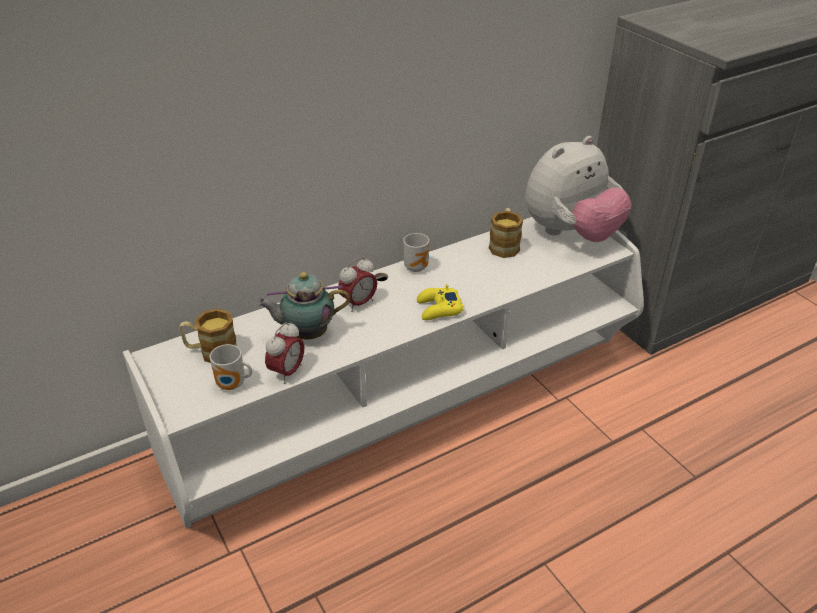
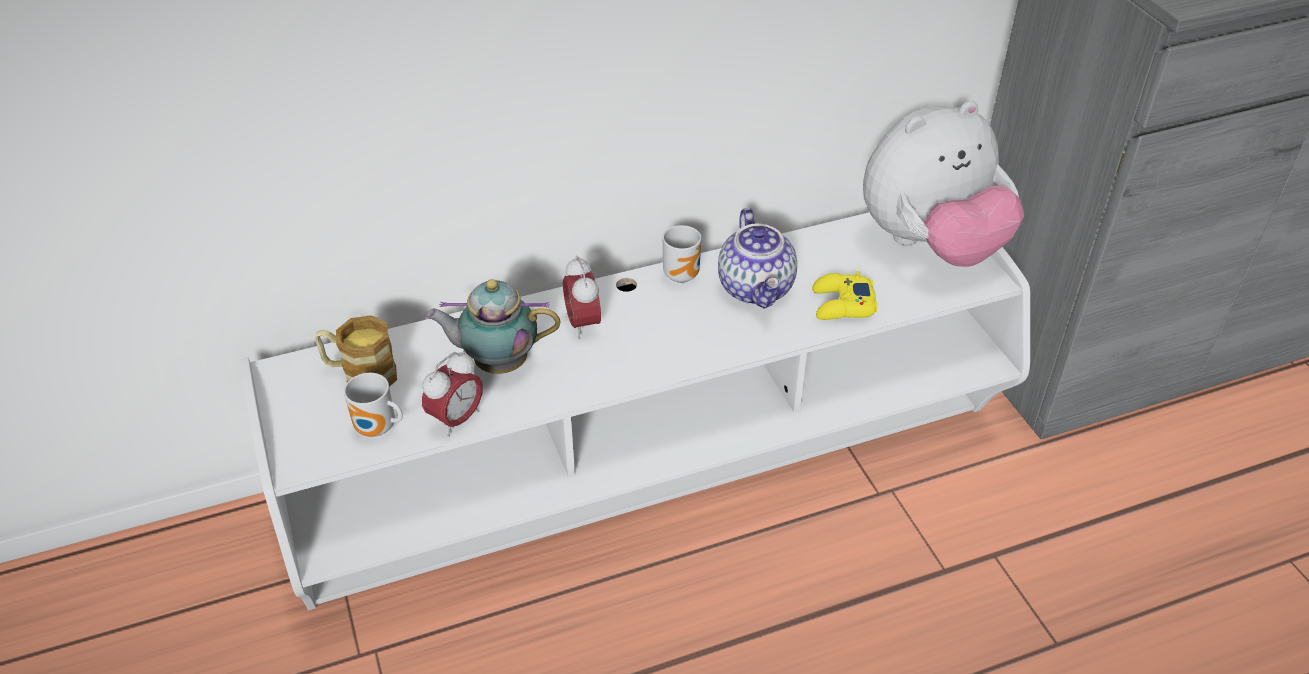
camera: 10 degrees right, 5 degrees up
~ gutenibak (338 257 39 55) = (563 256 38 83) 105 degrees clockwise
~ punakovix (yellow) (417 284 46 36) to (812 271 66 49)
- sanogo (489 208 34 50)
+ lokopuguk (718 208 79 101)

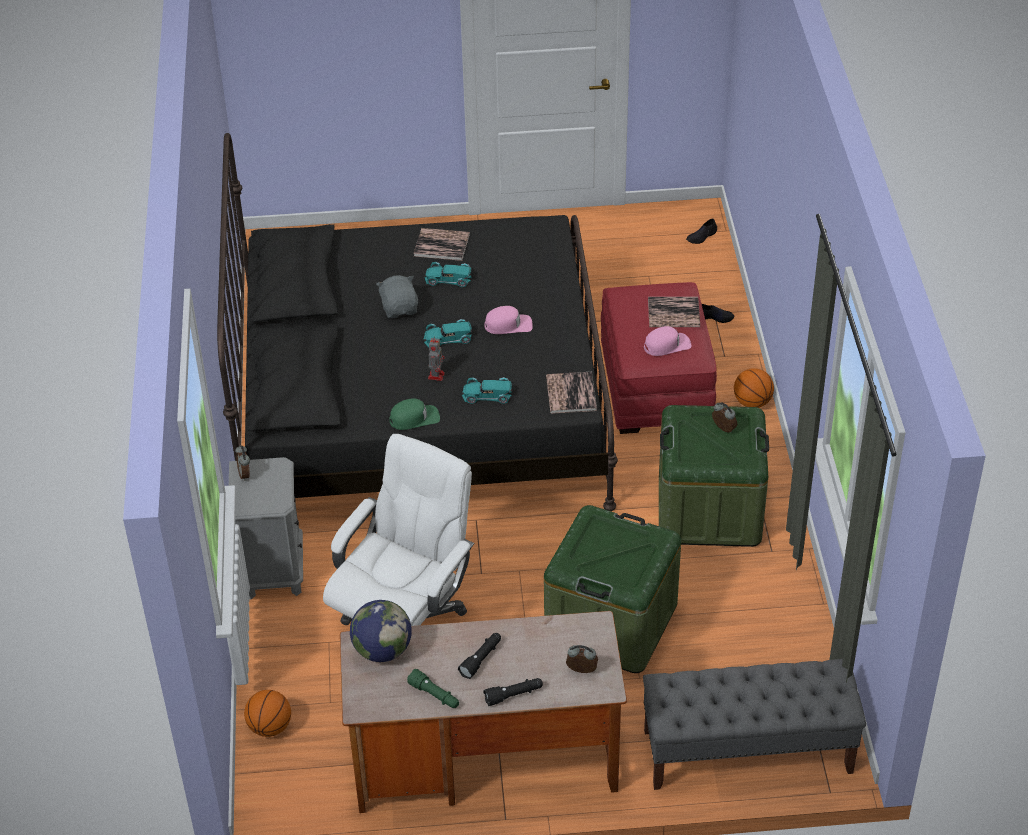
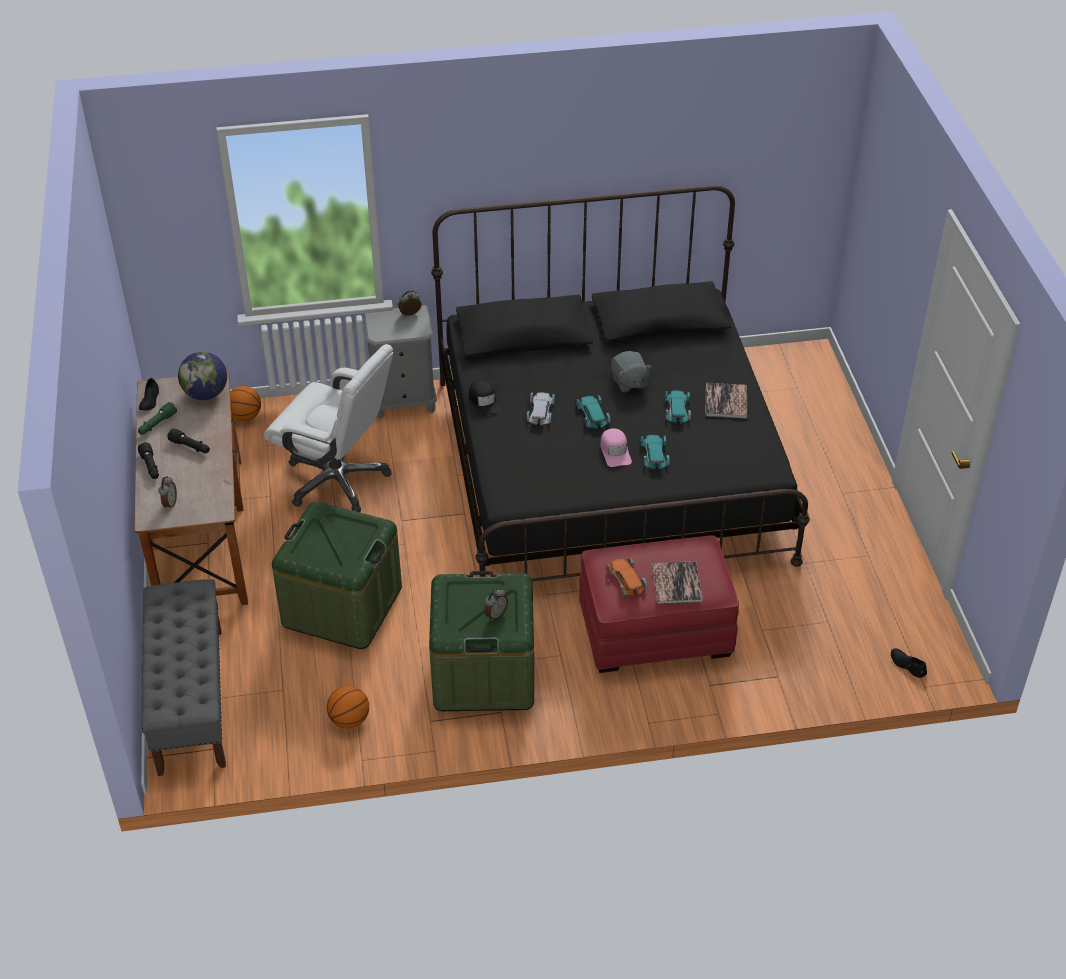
camera: 85 degrees right, 0 degrees up
~ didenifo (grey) (376 275 42 44) = (611 351 41 42) 90 degrees clockwise
~ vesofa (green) (389 398 51 32) to vesofa (black) (469 380 33 37)
~ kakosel (428 336 17 45) to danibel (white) (527 392 28 34)
~ danibel (turquoise) (462 377 50 27) to (641 435 28 35)
- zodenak (546 372 51 42)
~ vesofa (pink) (644 326 47 30) to danibel (orange) (606 557 42 40)
~ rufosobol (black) (702 304 32 19) to (139 378 20 32)
~ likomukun (734 368 40 40) to (327 686 42 43)

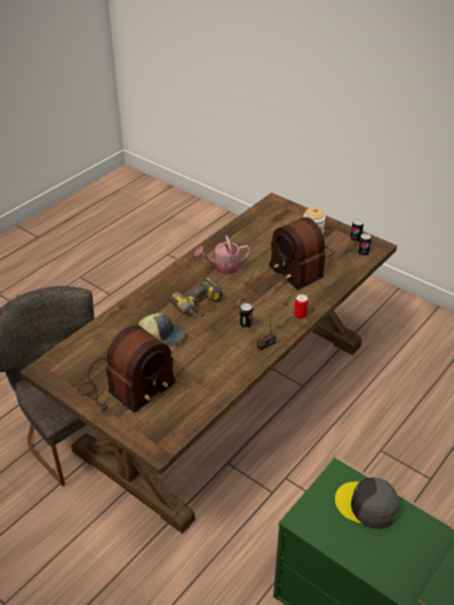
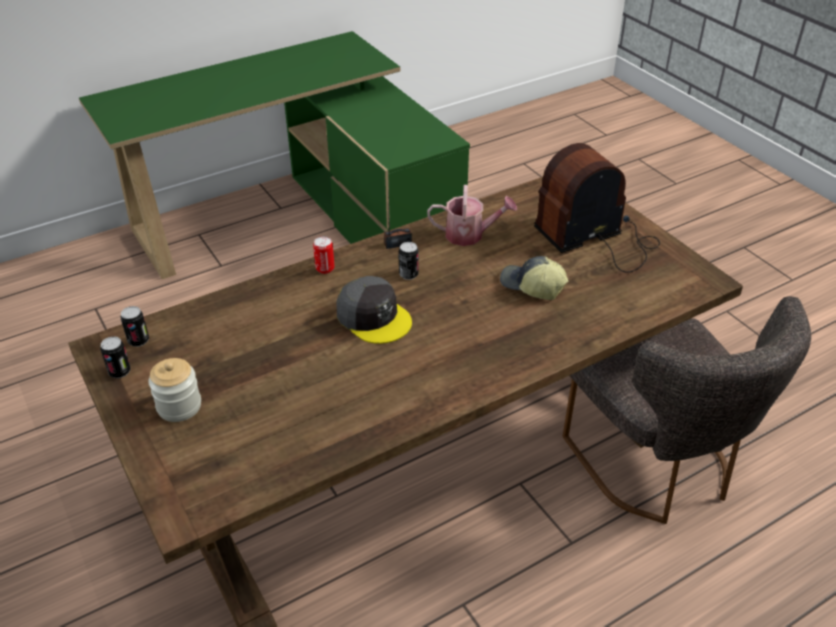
camera: 160 degrees left, 0 degrees up
- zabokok (170 277 52 40)
~ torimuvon (194 236 57 38) to (427 185 90 61)
- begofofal (269 217 64 72)
~ vesofa (grey) (335 477 65 52) to (337 276 75 68)

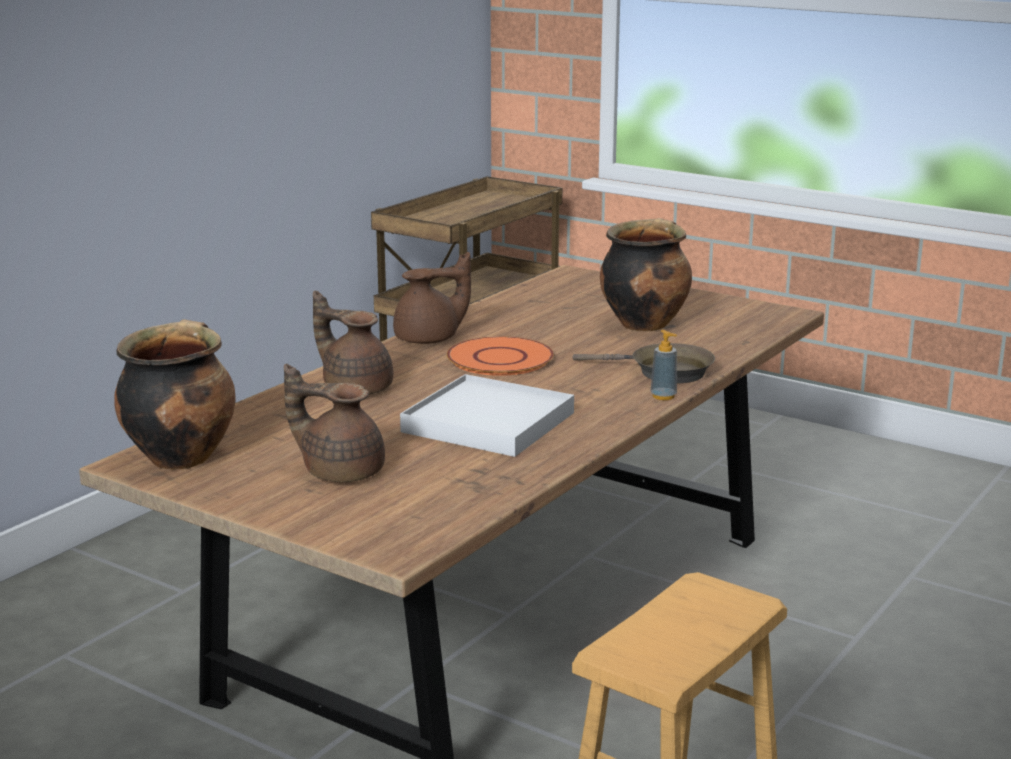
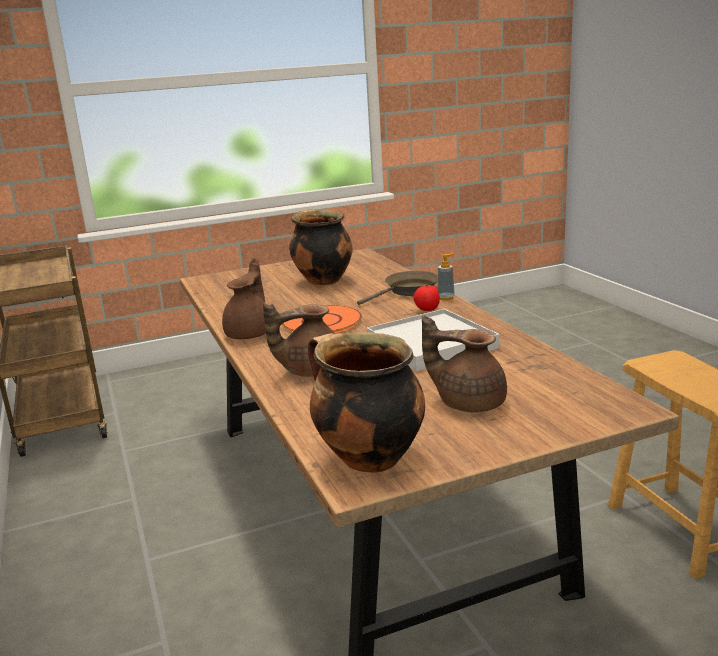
camera: 55 degrees left, 0 degrees up
~ lokopuguk (brown) (284 364 101 118) = (422 315 85 98) 60 degrees clockwise
+ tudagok (413 285 27 26)

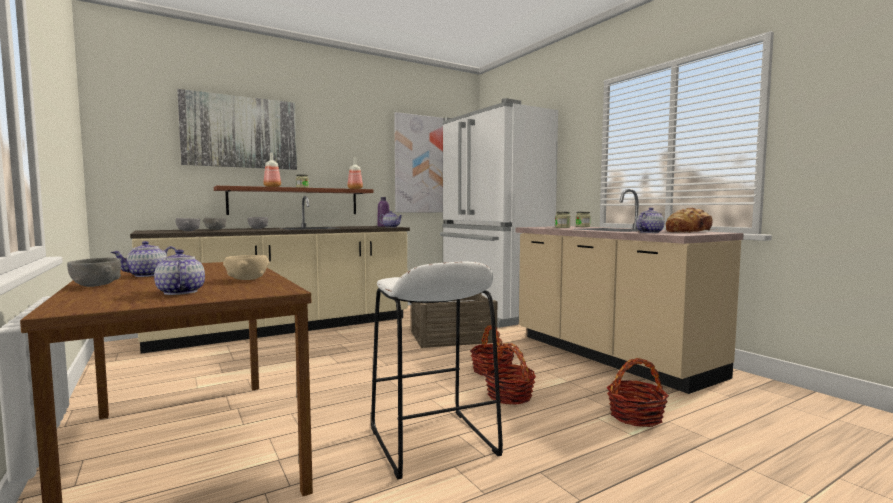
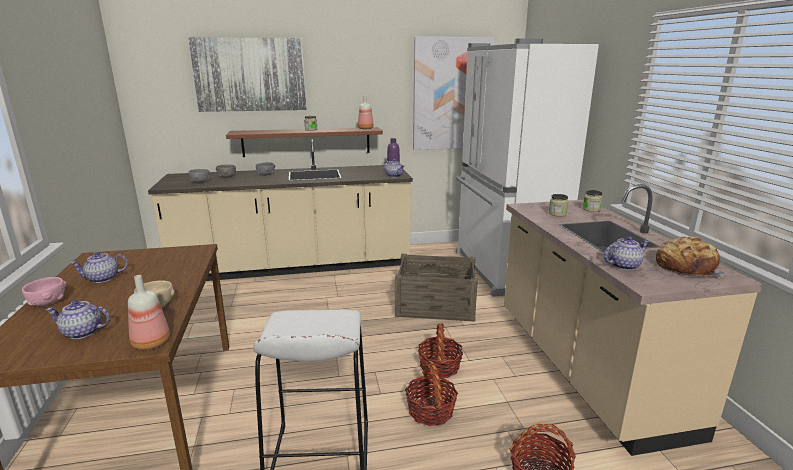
camera: 20 degrees right, 15 degrees up
~ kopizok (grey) (67 258 54 29) to kopizok (pink) (22 277 44 29)
~ lokopuguk (154 249 51 46) = (46 300 64 39) 75 degrees counterclockwise
~ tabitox (264 153 17 34) to (128 275 42 75)

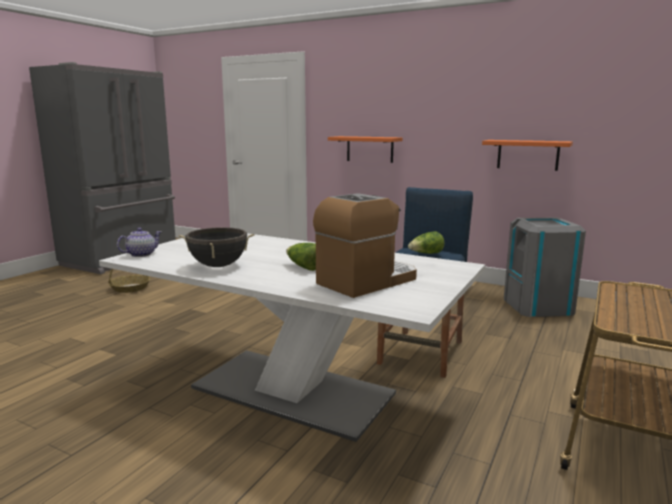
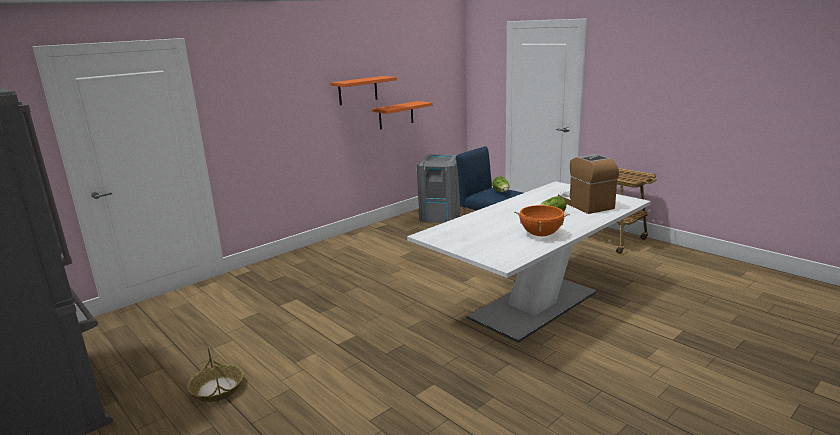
camera: 70 degrees left, 5 degrees up
- lokopuguk (117 228 44 29)
~ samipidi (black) (178 227 77 40) to samipidi (orange) (514 205 56 31)
~ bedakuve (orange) (328 136 74 27) to (331 76 66 29)

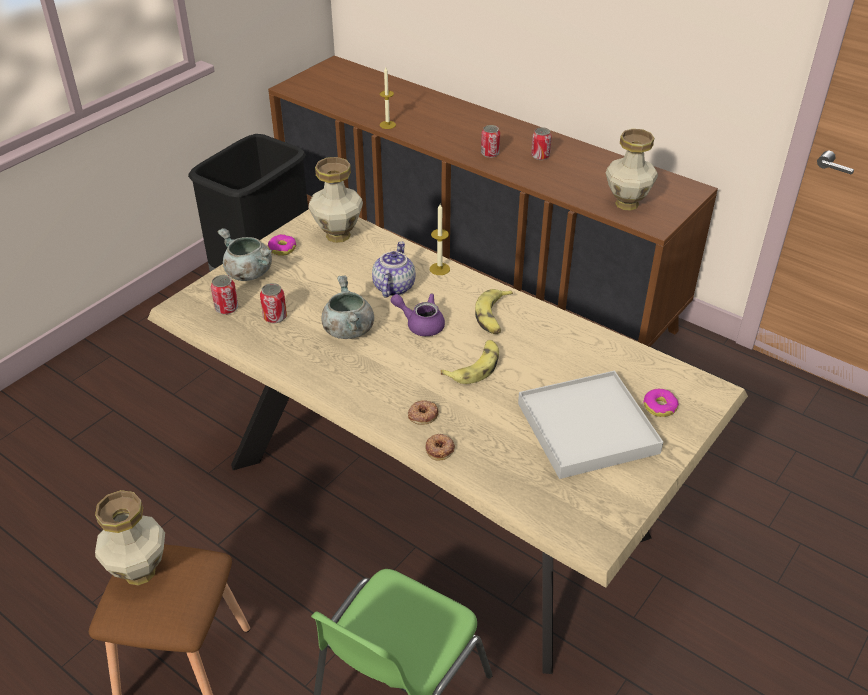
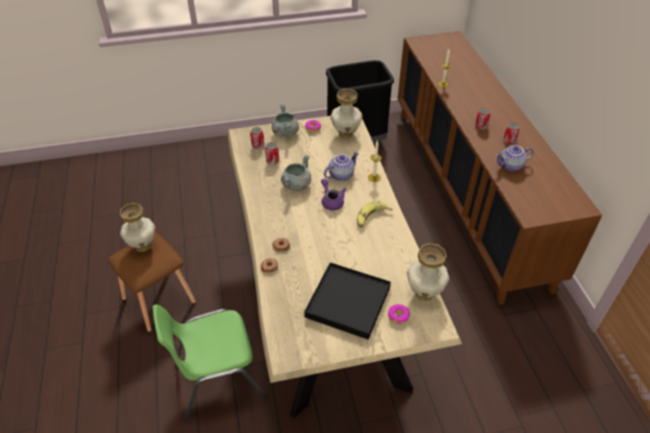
camera: 40 degrees right, 5 degrees up
- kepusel (441 340 58 44)
~ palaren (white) (518 371 145 108) to palaren (black) (304 262 87 78)
~ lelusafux (606 129 52 82) to (407 243 42 58)
+ lokopuguk (495 145 39 26)

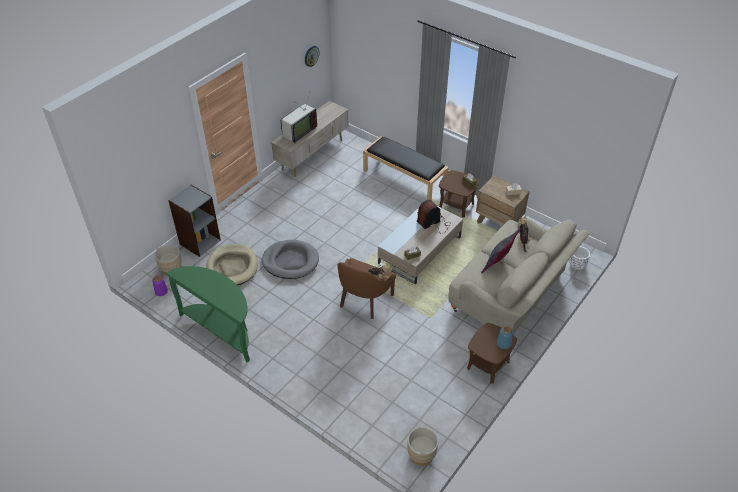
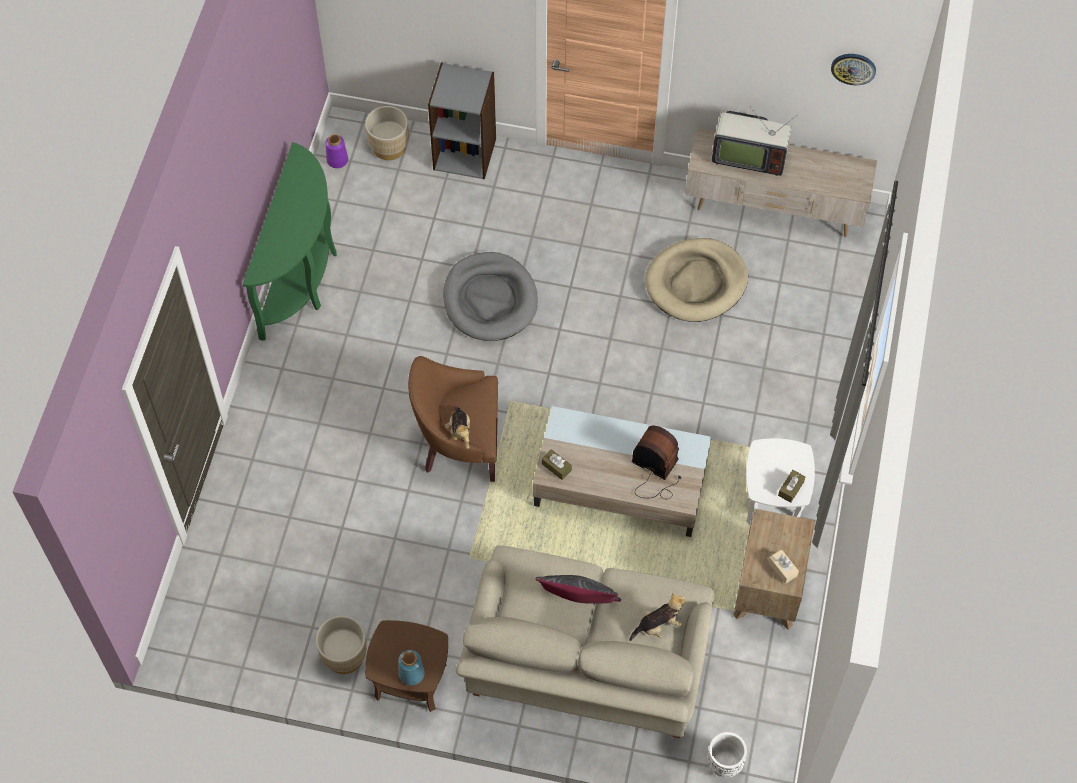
camera: 65 degrees right, 15 degrees up
~ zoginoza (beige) (206 244 52 41) to (645 238 103 84)
- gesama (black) (363 136 86 64)
~ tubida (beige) (408 427 30 39) to (316 616 51 58)
~ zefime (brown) (439 170 40 47) to zefime (white) (746 438 69 87)

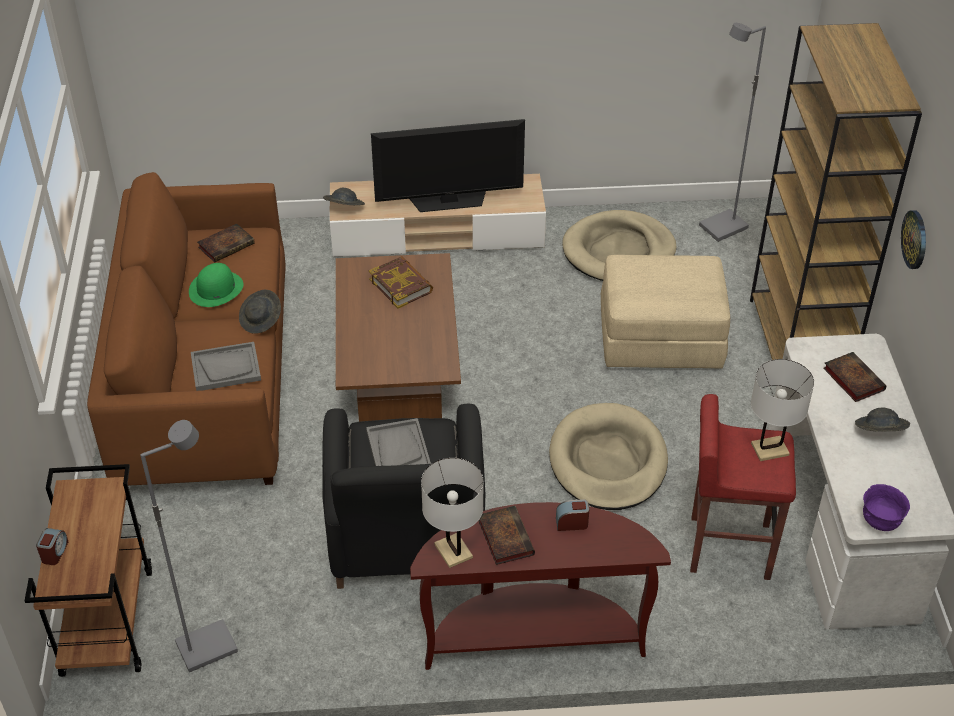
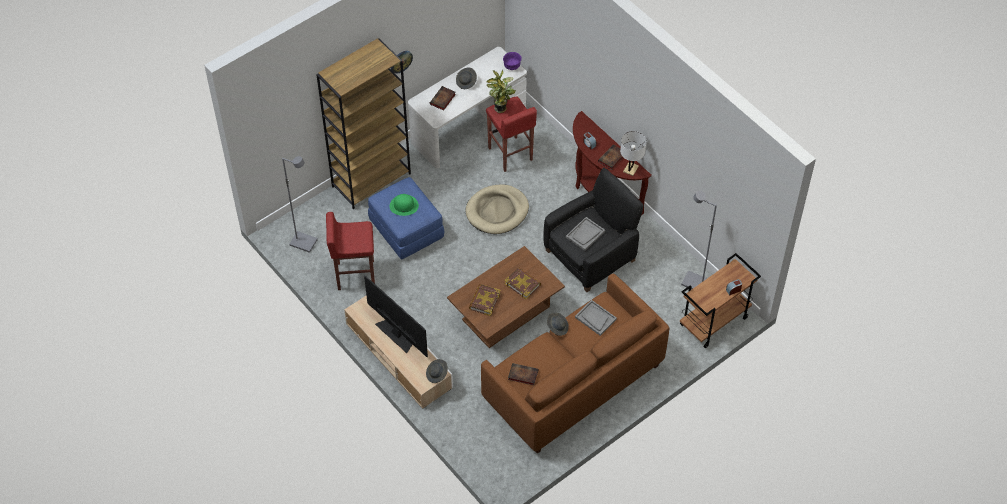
camera: 125 degrees left, 10 degrees up
~ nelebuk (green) (189 263 54 44) to (390 194 29 22)
~ zoginoza (beige) (562 210 114 71) to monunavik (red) (326 212 49 78)
~ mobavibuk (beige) (601 255 129 114) to mobavibuk (blue) (368 177 76 83)
~ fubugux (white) (751 359 63 102) to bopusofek (486 69 30 44)
+ zodenak (504 267 37 33)

